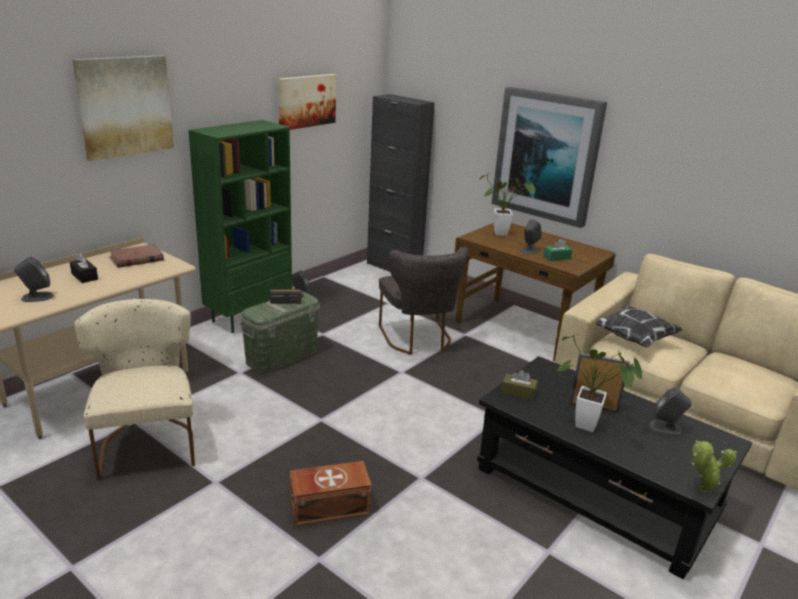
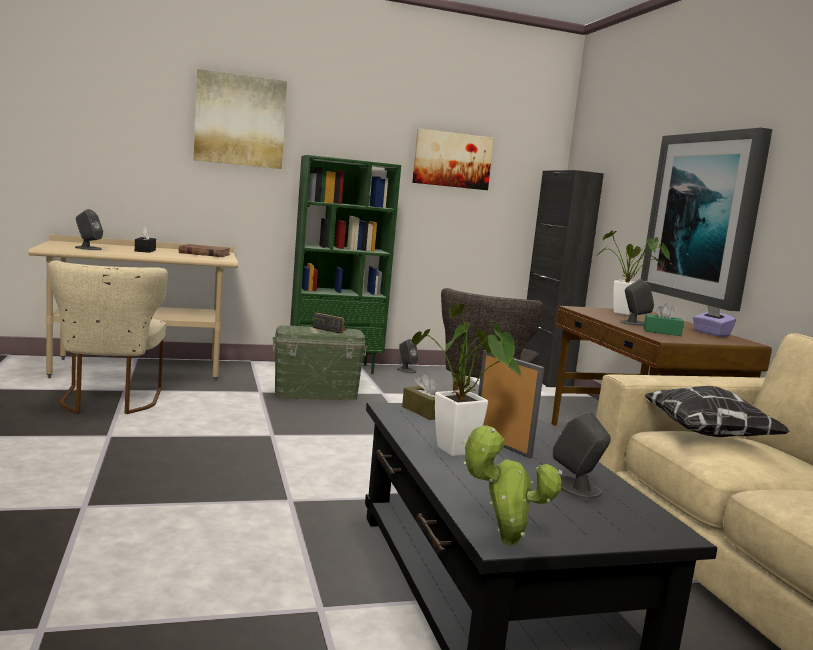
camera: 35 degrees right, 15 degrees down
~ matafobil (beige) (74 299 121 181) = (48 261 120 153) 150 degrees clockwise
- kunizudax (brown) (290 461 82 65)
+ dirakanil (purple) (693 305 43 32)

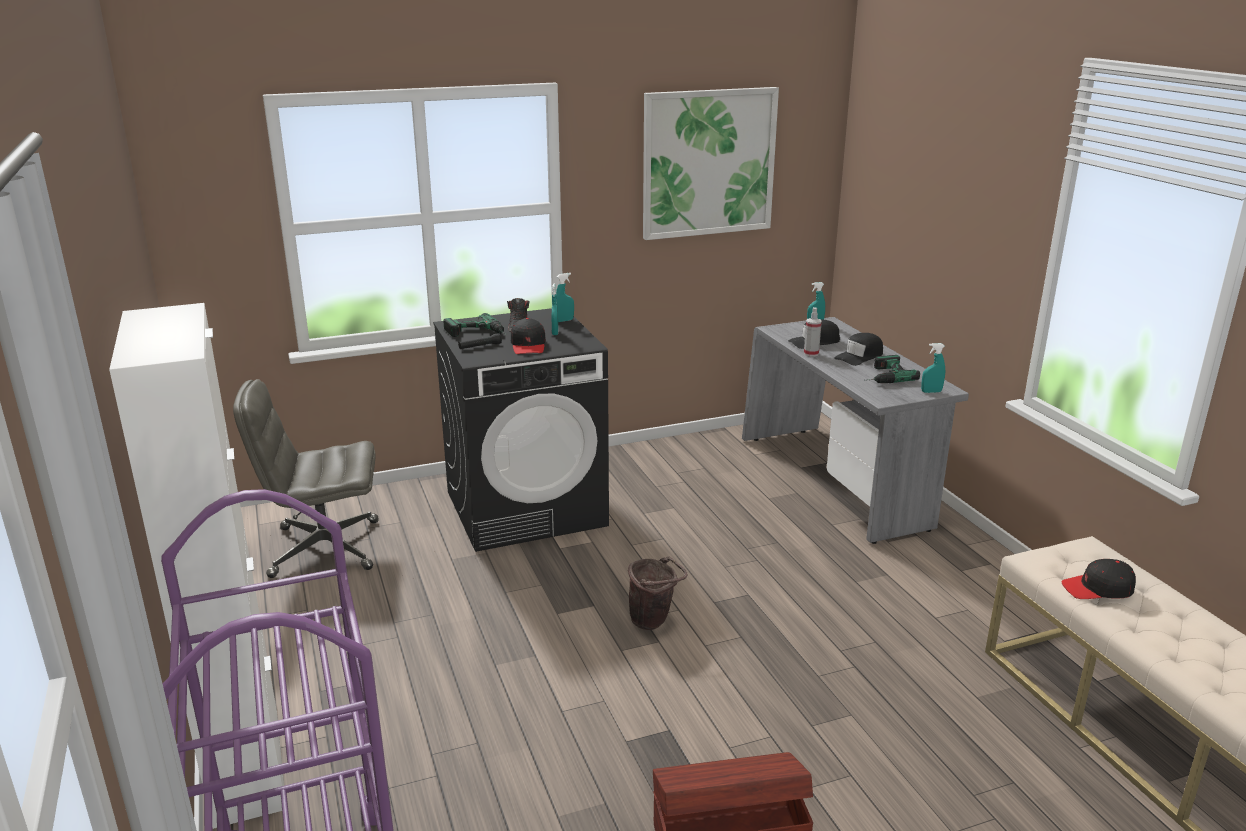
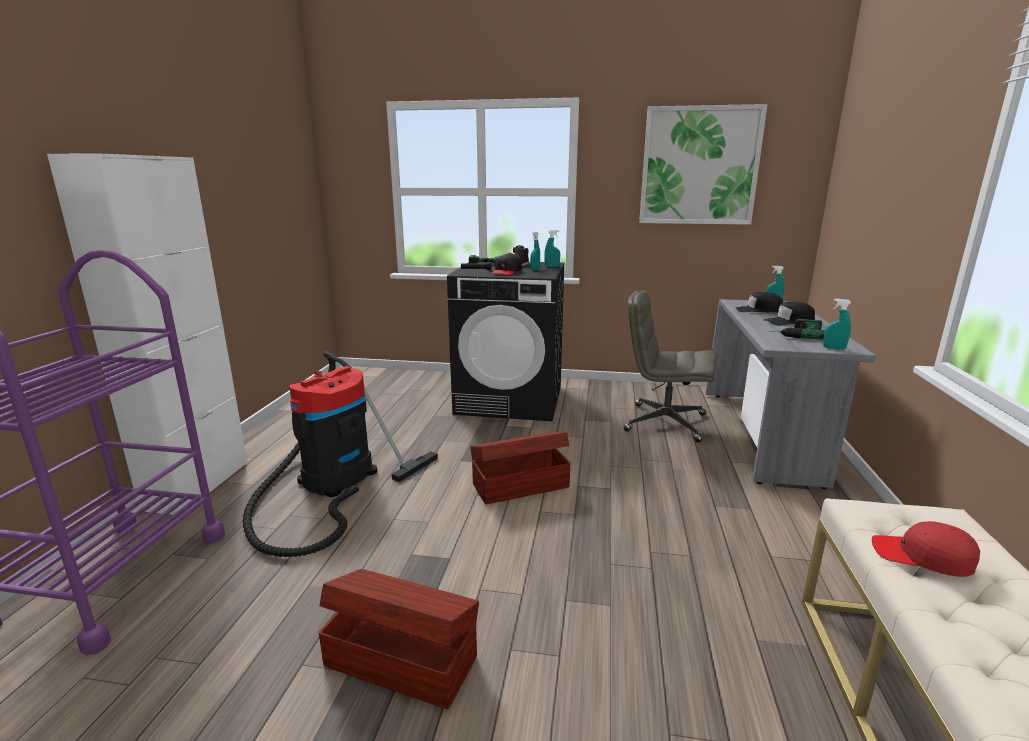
camera: 30 degrees right, 5 degrees down
~ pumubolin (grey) (233 379 146 199) to (624 291 93 151)
~ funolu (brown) (628 557 59 73) to kunizudax (brown) (470 432 100 73)
- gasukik (804 307 18 50)
~ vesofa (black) (1061 559 75 40) to vesofa (red) (872 521 108 56)
+ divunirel (242 351 196 206)

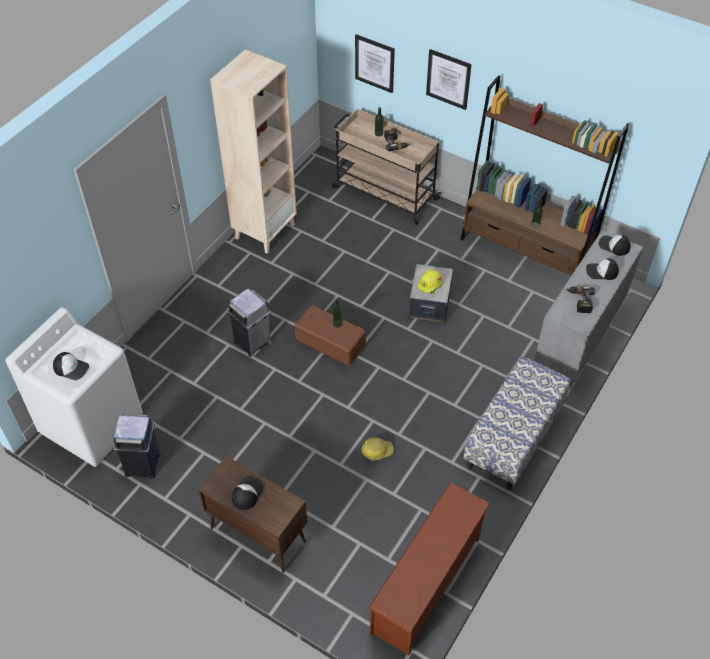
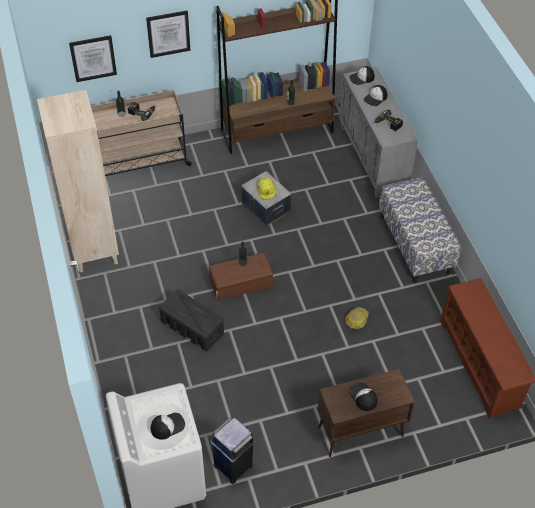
camera: 50 degrees left, 0 degrees up
~ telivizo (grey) (227 289 45 68) to kunizudax (black) (159 290 65 61)

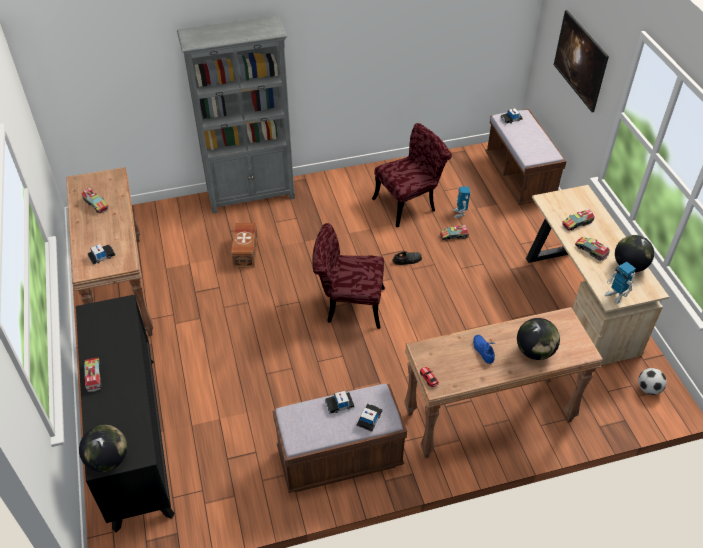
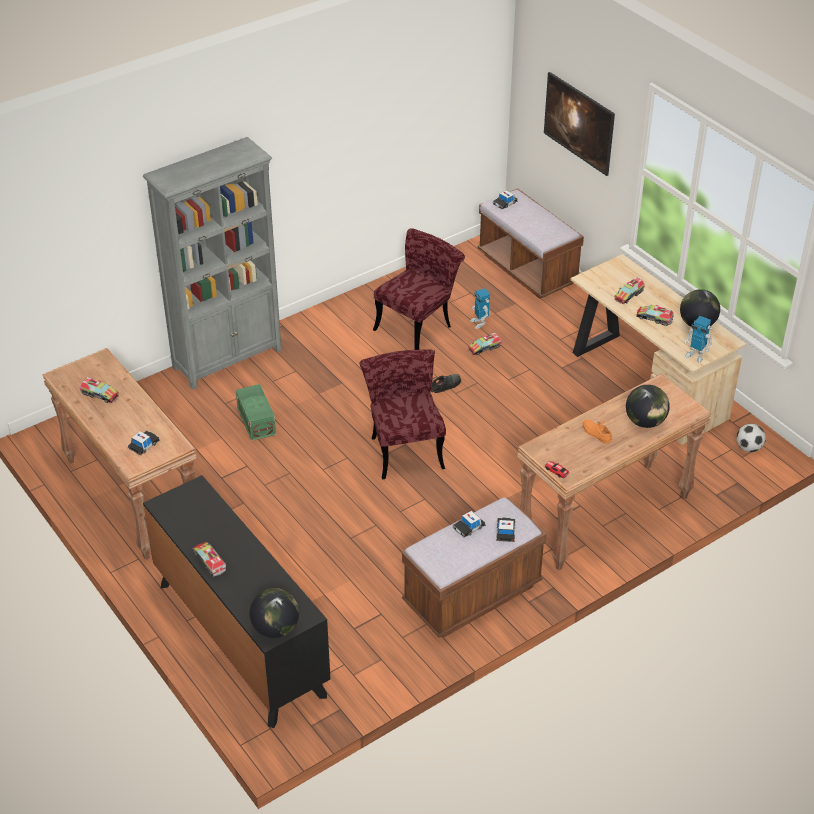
camera: 20 degrees left, 5 degrees down
~ kunizudax (brown) (231 223 27 44) to kunizudax (green) (236 384 40 57)
~ matafobil (red) (313 223 72 106) = (359 349 87 130) 90 degrees clockwise
~ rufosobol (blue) (473 335 22 29) to rufosobol (orange) (583 419 29 25)

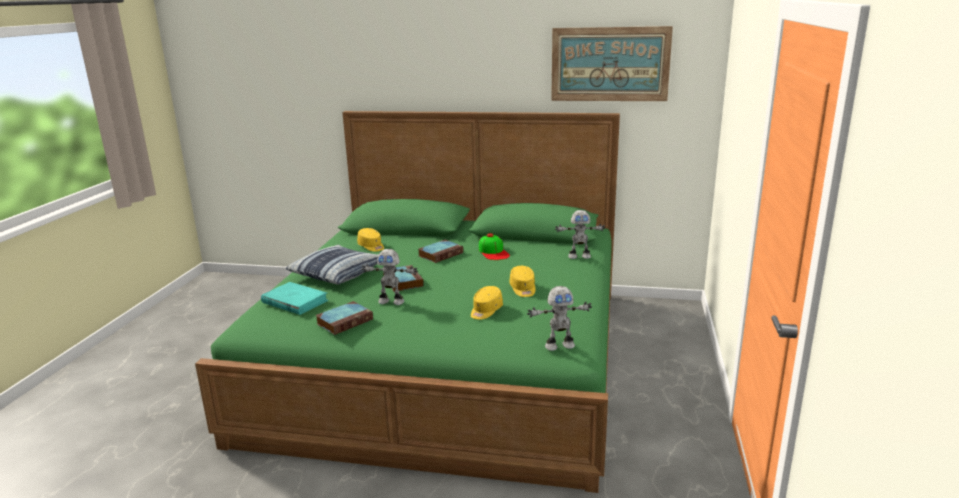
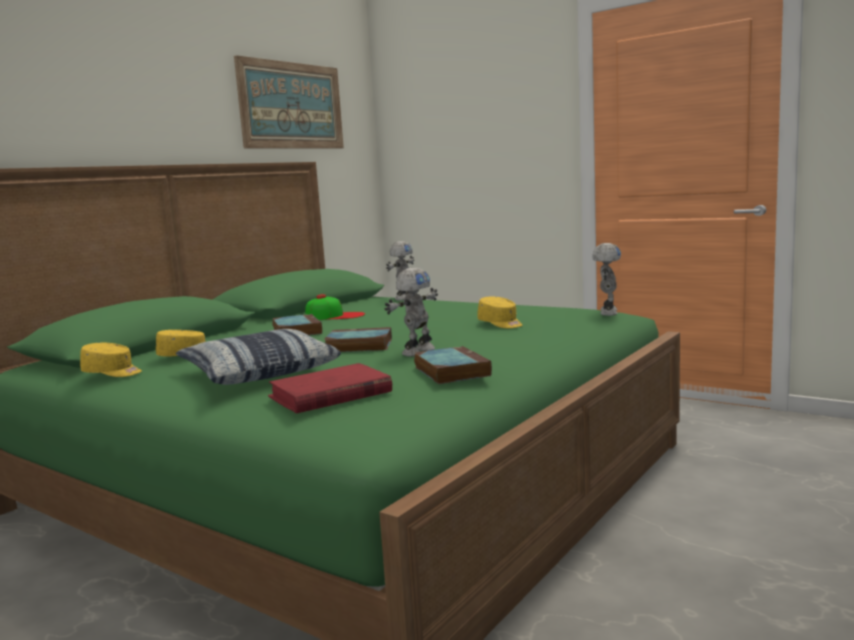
camera: 65 degrees left, 10 degrees down
~ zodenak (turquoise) (261 282 67 33) to zodenak (red) (268 363 124 50)
~ vesofa (yellow) (510 266 25 31) to (80 343 62 34)

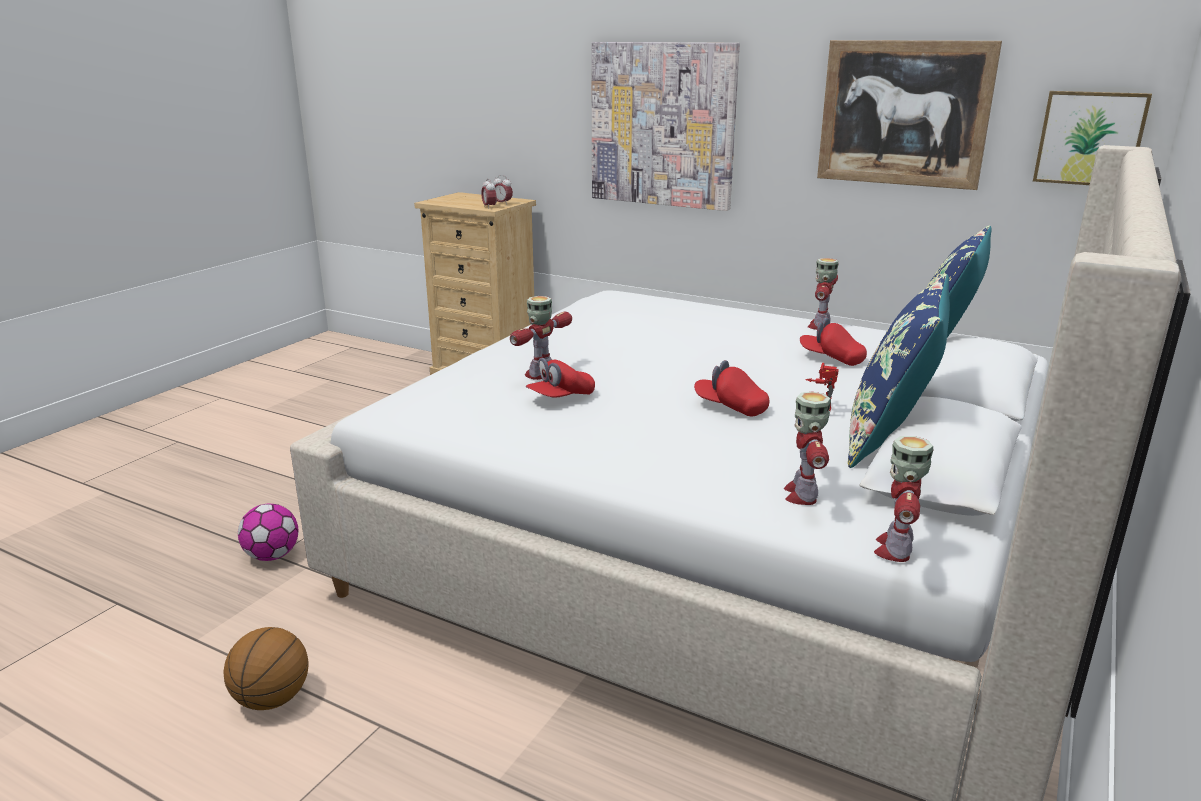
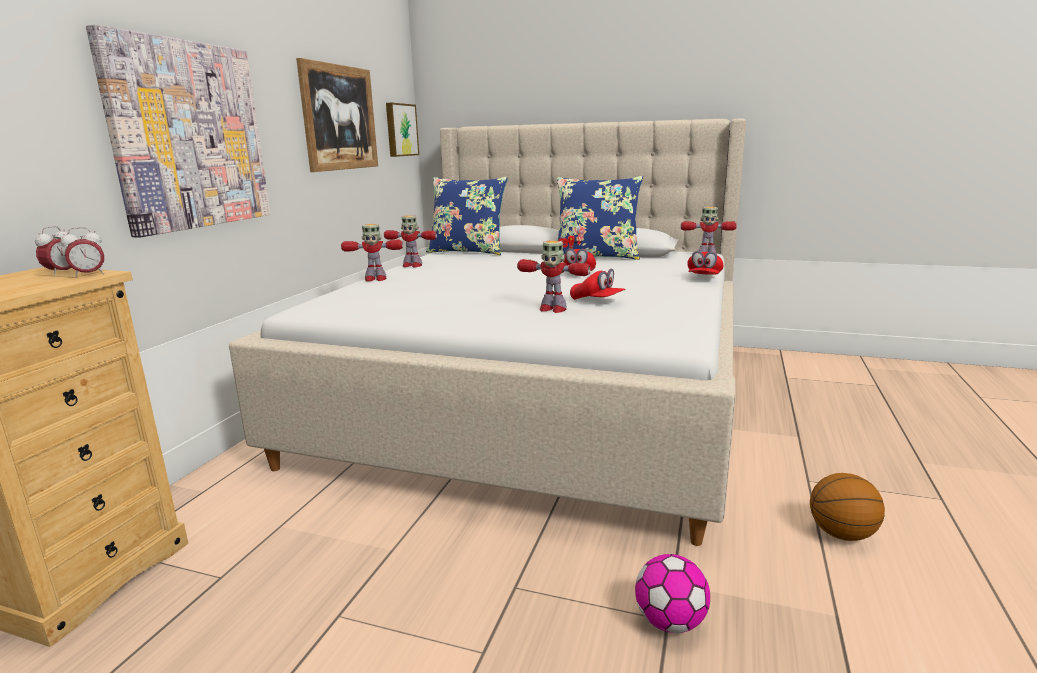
camera: 100 degrees left, 5 degrees down
~ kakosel (784 392 47 113) to (341 224 62 57)
~ vesofa (red) (800 317 67 49) to (687 251 36 24)

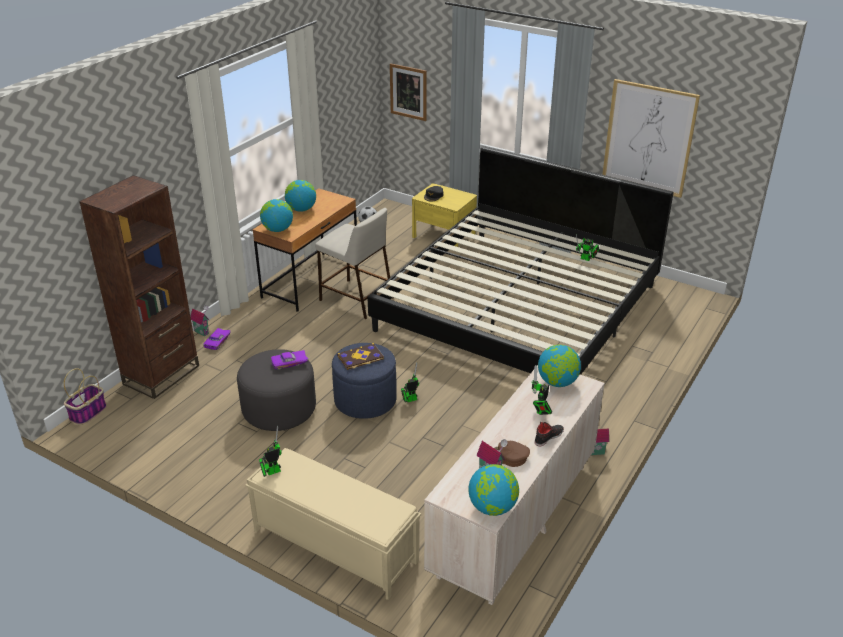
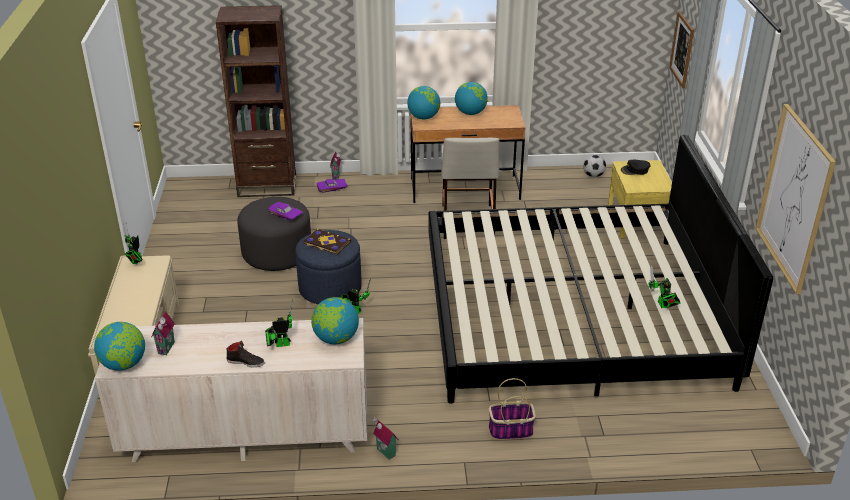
camera: 55 degrees right, 0 degrees up
~ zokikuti (64 368 43 57) to (489 378 47 62)
~ kakosel (259 426 23 51) = (124 220 19 44) 105 degrees counterclockwise
- vesofa (brown) (494 441 36 26)

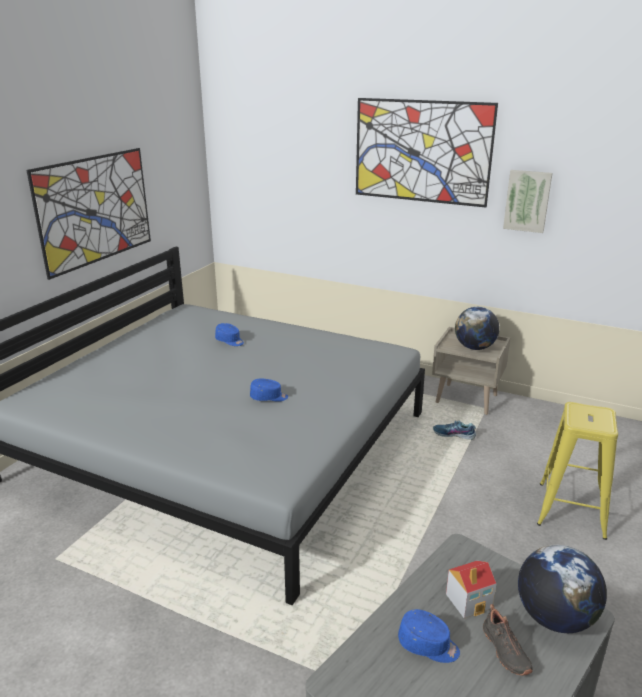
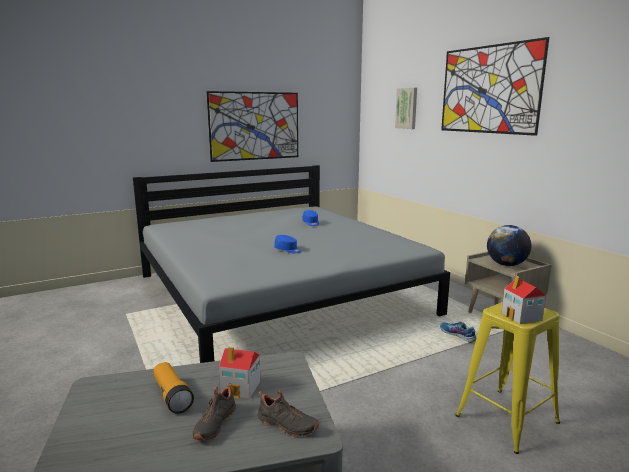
camera: 35 degrees right, 10 degrees down
~ vesofa (blue) (398 609 62 54) to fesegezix (153 362 41 52)
~ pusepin (503 170 49 63) to (395 88 22 41)
~ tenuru (518 545 89 88) to rufosobol (black) (257 390 62 47)
+ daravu (502 276 44 48)

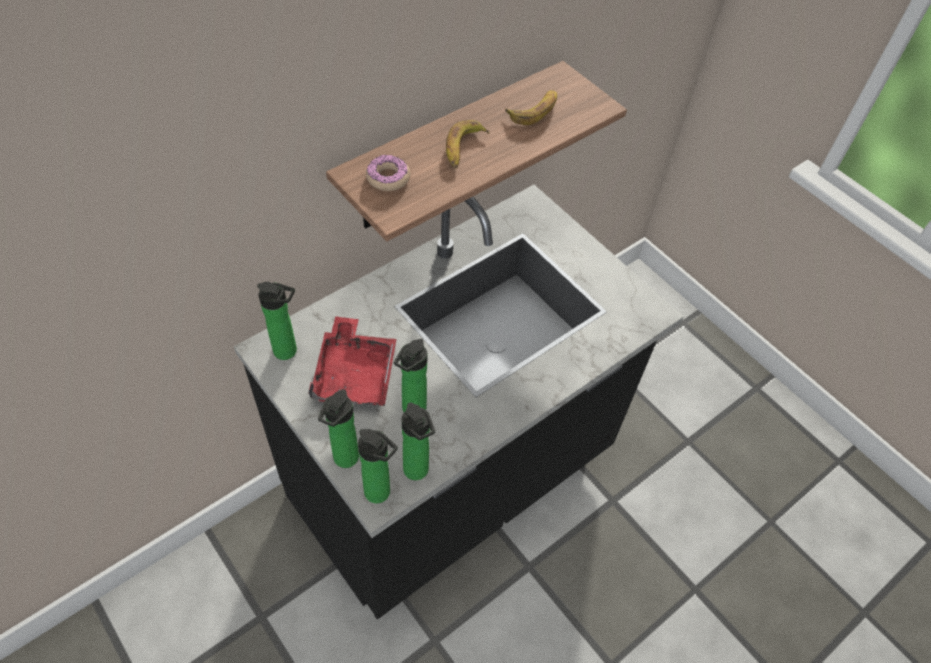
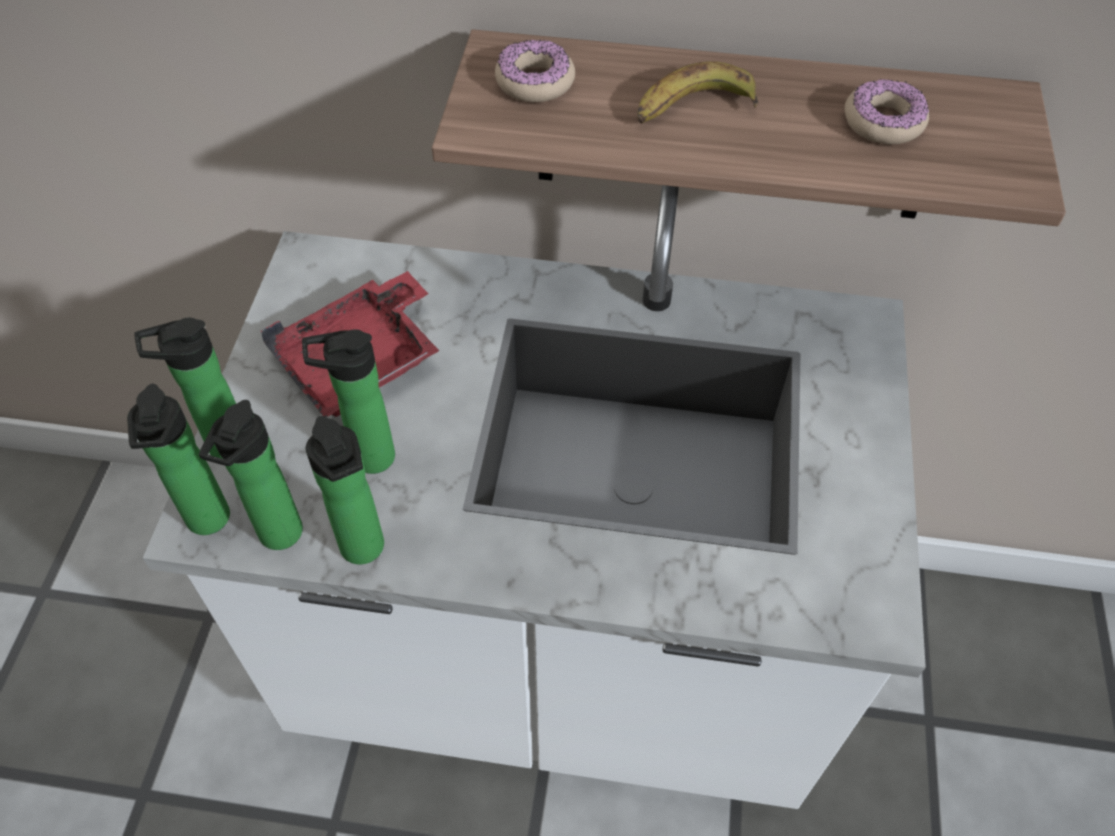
camera: 50 degrees right, 0 degrees up
~ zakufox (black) (234 185 450 434) to zakufox (white) (143 185 783 624)
~ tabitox (257 282 40 78) to (306 416 78 149)
~ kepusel (505 90 52 35) to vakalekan (844 79 85 65)

